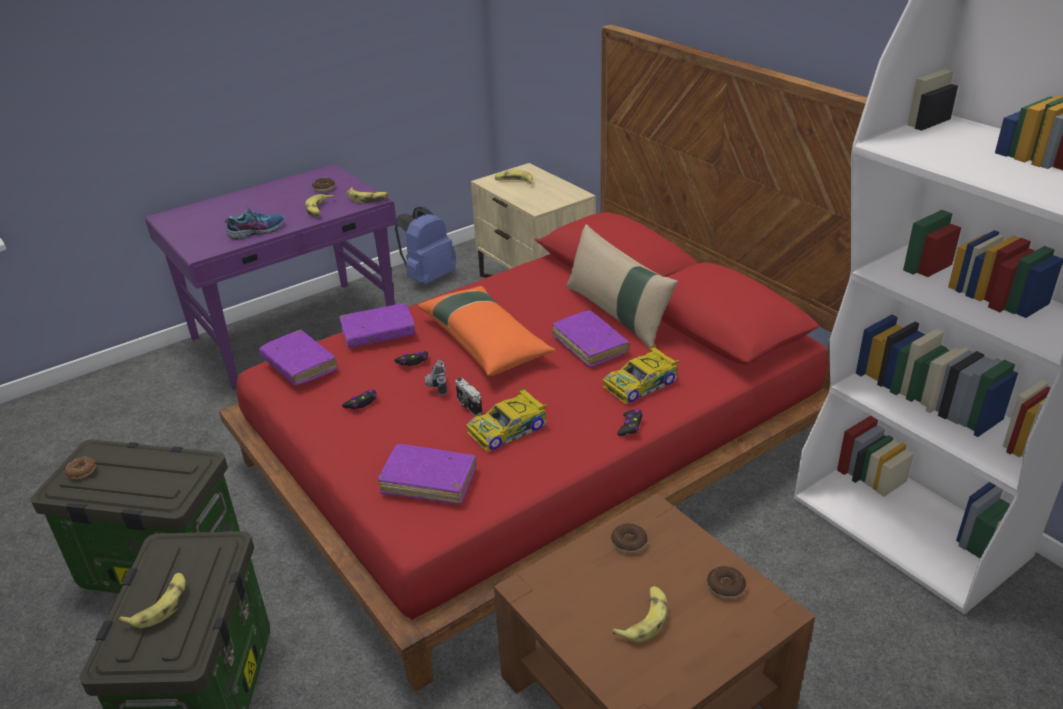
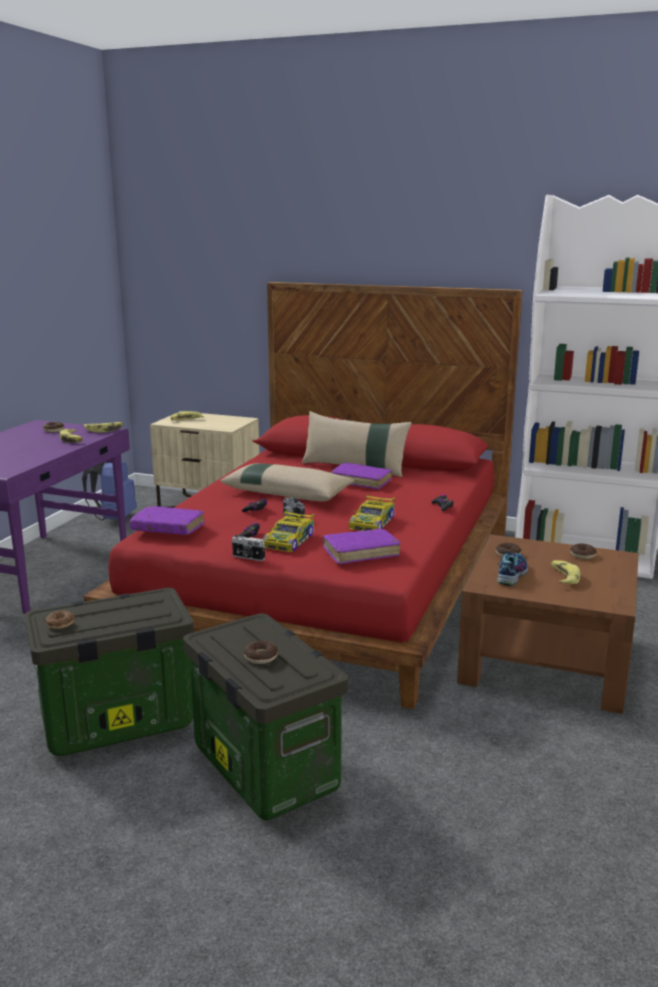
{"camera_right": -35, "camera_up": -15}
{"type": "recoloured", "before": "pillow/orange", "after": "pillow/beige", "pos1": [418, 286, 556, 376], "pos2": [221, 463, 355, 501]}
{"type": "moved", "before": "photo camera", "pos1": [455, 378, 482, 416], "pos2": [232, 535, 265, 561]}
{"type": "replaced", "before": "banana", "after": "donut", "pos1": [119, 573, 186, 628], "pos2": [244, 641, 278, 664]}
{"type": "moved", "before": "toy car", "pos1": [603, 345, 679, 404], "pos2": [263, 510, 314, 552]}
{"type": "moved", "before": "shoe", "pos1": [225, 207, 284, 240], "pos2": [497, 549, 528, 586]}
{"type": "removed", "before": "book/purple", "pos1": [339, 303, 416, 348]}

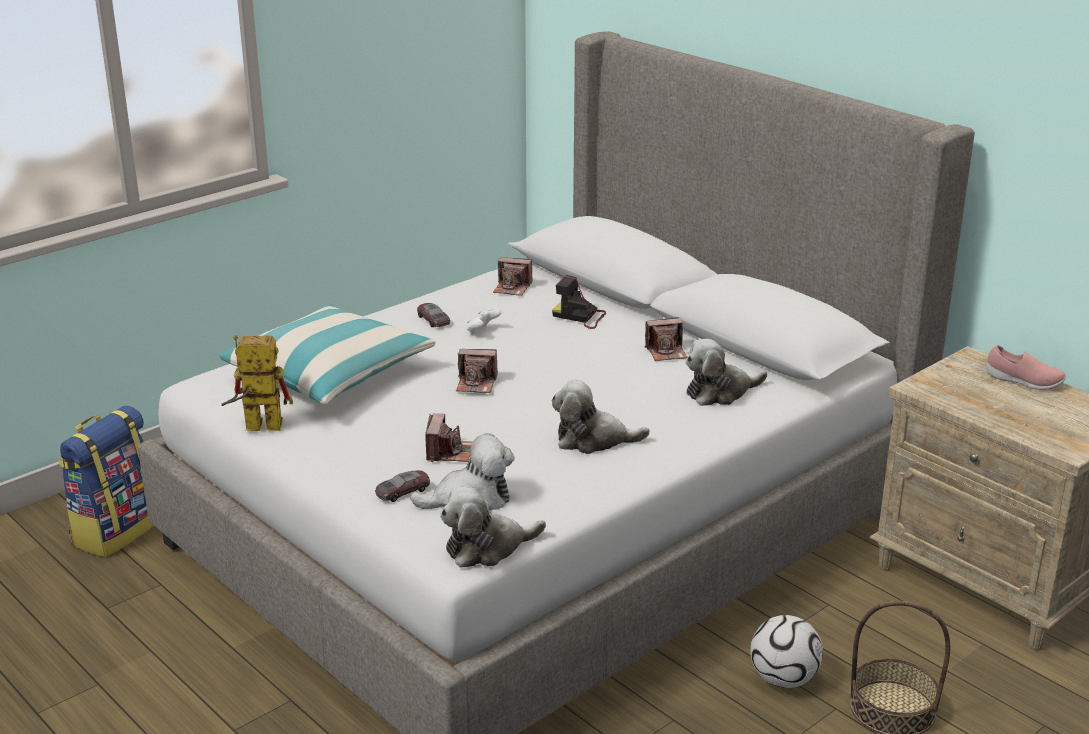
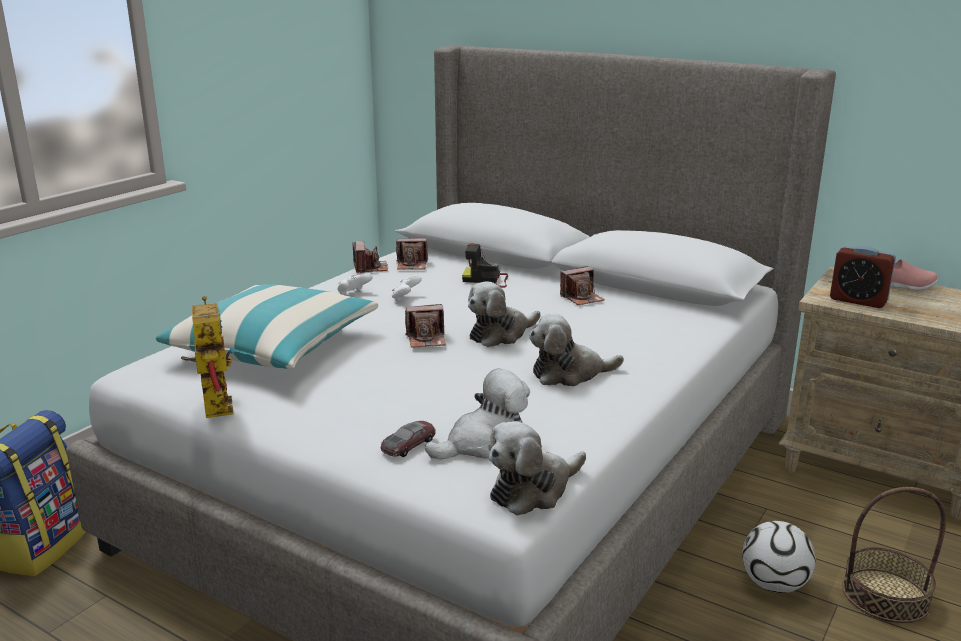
{"camera_right": -15, "camera_up": -5}
{"type": "turned", "before": "toy robot", "pos1": [221, 335, 293, 431], "pos2": [181, 296, 234, 418], "turn": 90}
{"type": "replaced", "before": "toy car", "after": "game controller/white", "pos1": [417, 303, 450, 327], "pos2": [337, 273, 373, 295]}
{"type": "moved", "before": "photo camera", "pos1": [425, 413, 473, 462], "pos2": [353, 241, 388, 273]}
{"type": "moved", "before": "plush toy", "pos1": [685, 339, 767, 406], "pos2": [468, 281, 541, 347]}
{"type": "added", "after": "alarm clock", "pos2": [830, 246, 896, 308]}

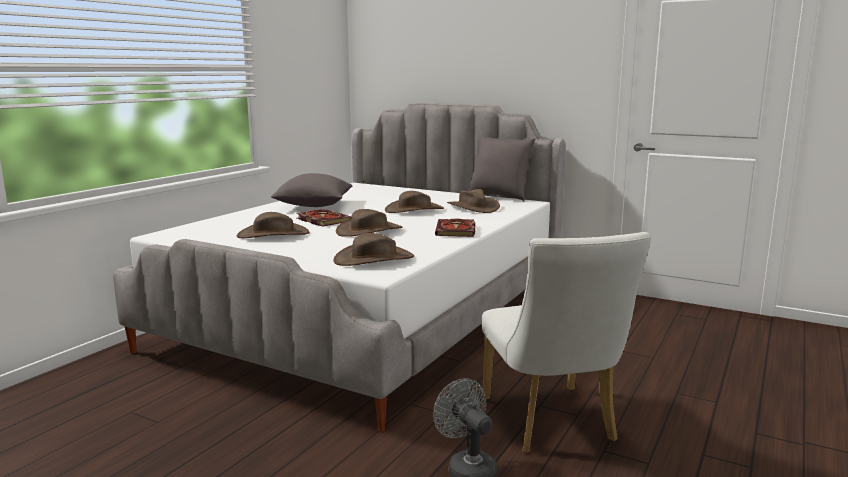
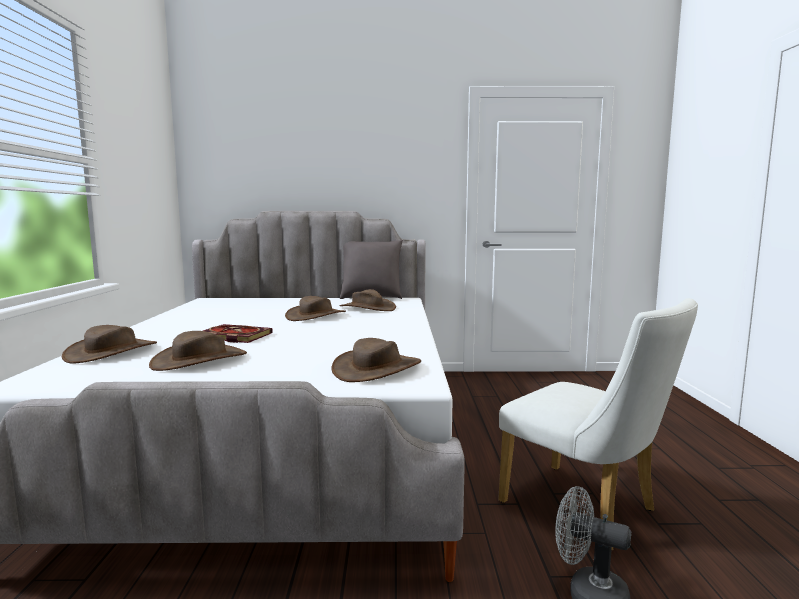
{"camera_right": -30, "camera_up": -5}
{"type": "moved", "before": "hat/brown", "pos1": [336, 209, 403, 237], "pos2": [62, 325, 157, 364]}
{"type": "removed", "before": "pillow/grey", "pos1": [271, 173, 352, 207]}
{"type": "removed", "before": "book", "pos1": [435, 219, 475, 237]}

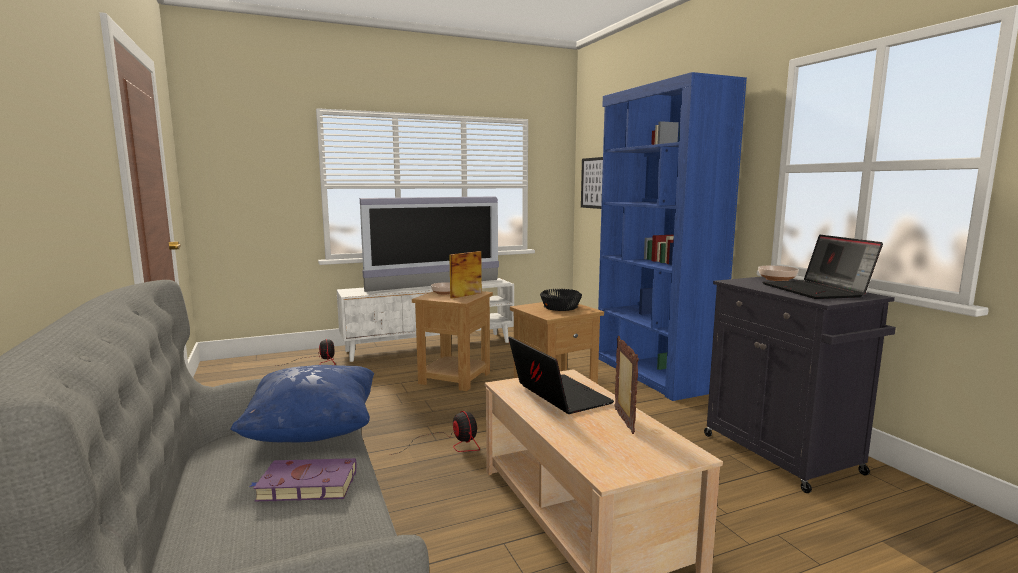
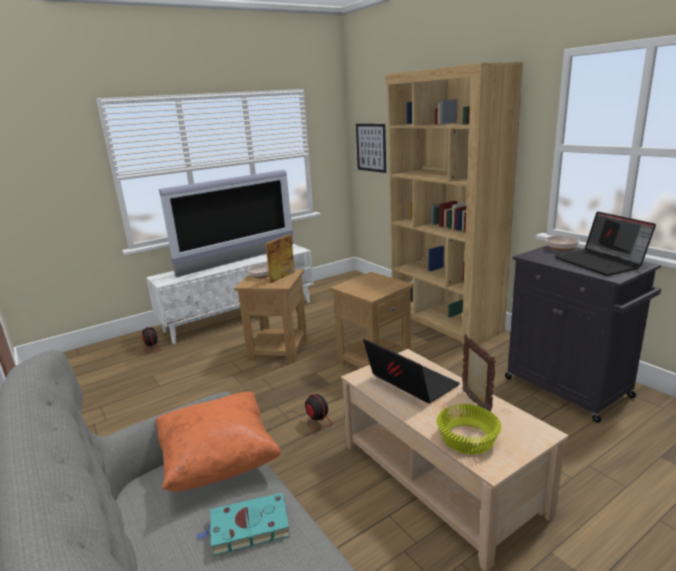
{"camera_right": -10, "camera_up": 10}
{"type": "recoloured", "before": "pillow/blue", "after": "pillow/orange", "pos1": [230, 365, 374, 443], "pos2": [155, 392, 282, 491]}
{"type": "recoloured", "before": "book/purple", "after": "book/turquoise", "pos1": [249, 458, 357, 502], "pos2": [197, 493, 290, 556]}
{"type": "recoloured", "before": "bookcase/blue", "after": "bookcase/brown", "pos1": [598, 72, 747, 401], "pos2": [386, 62, 523, 344]}
{"type": "added", "after": "bowl/yellow", "pos2": [437, 404, 501, 454]}
{"type": "removed", "before": "bowl/black", "pos1": [540, 289, 582, 311]}

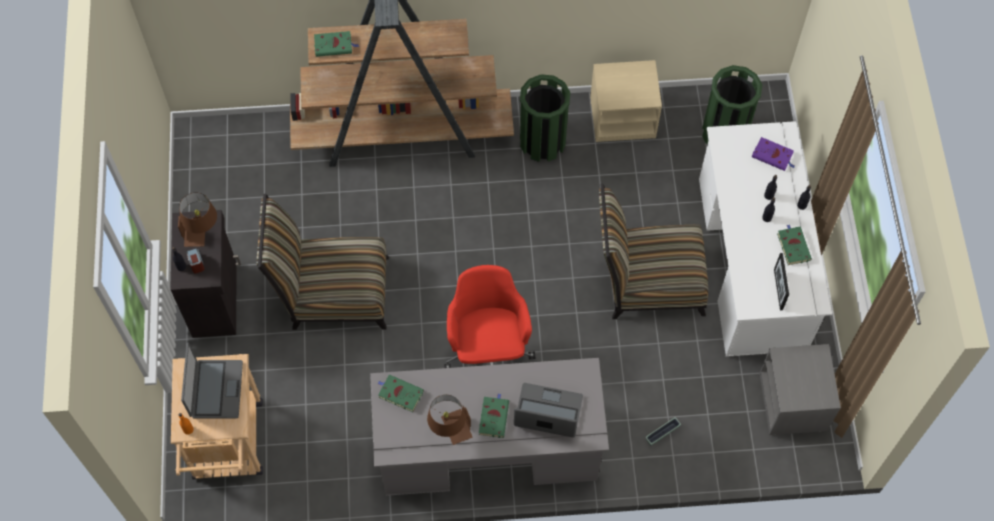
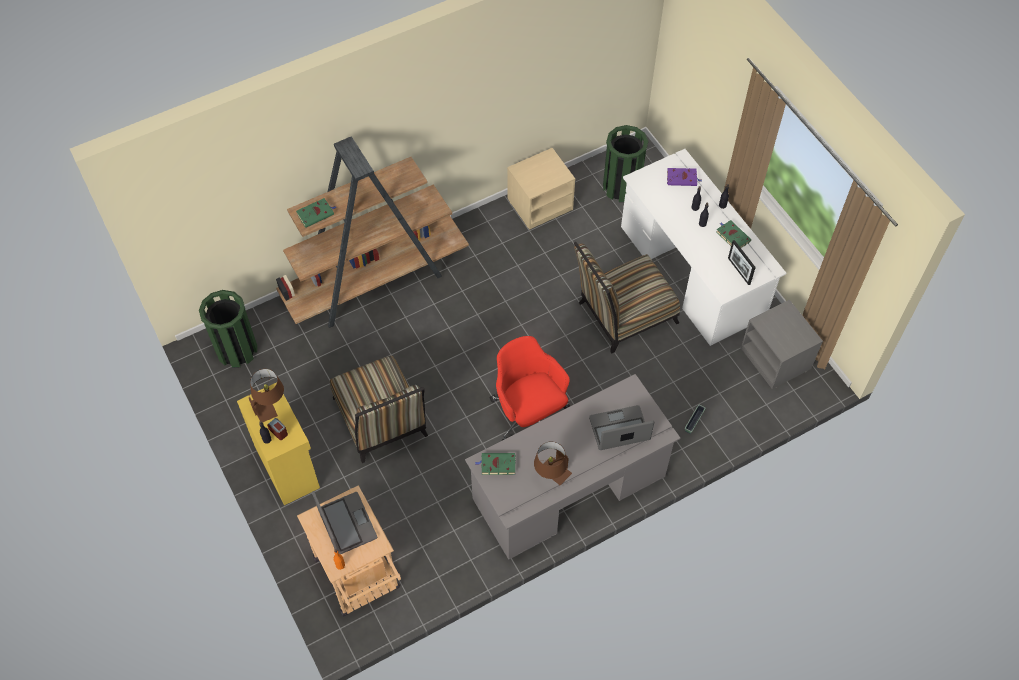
{"camera_right": -25, "camera_up": -5}
{"type": "moved", "before": "trash can/green", "pos1": [520, 74, 570, 162], "pos2": [199, 290, 257, 368]}
{"type": "recoloured", "before": "cabinet/black", "after": "cabinet/yellow", "pos1": [170, 210, 241, 338], "pos2": [237, 382, 320, 505]}
{"type": "turned", "before": "chair", "pos1": [257, 194, 389, 330], "pos2": [330, 356, 428, 463], "turn": -90}
{"type": "removed", "before": "book/green", "pos1": [479, 394, 509, 438]}

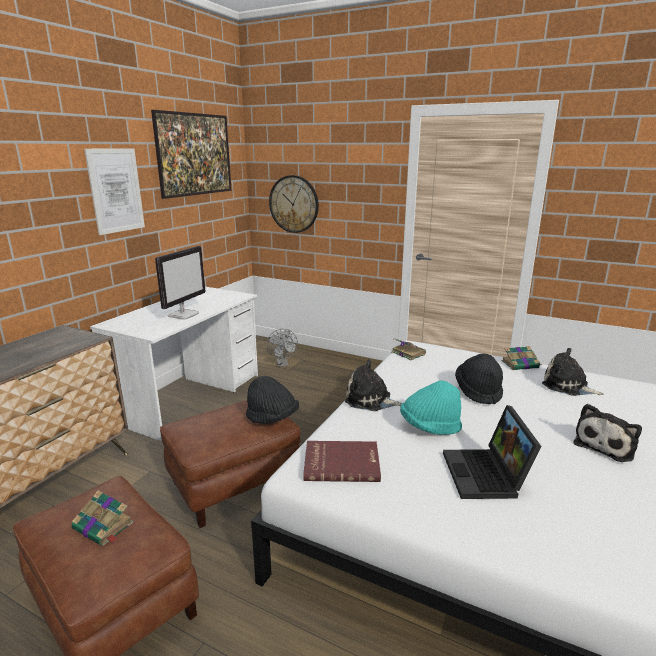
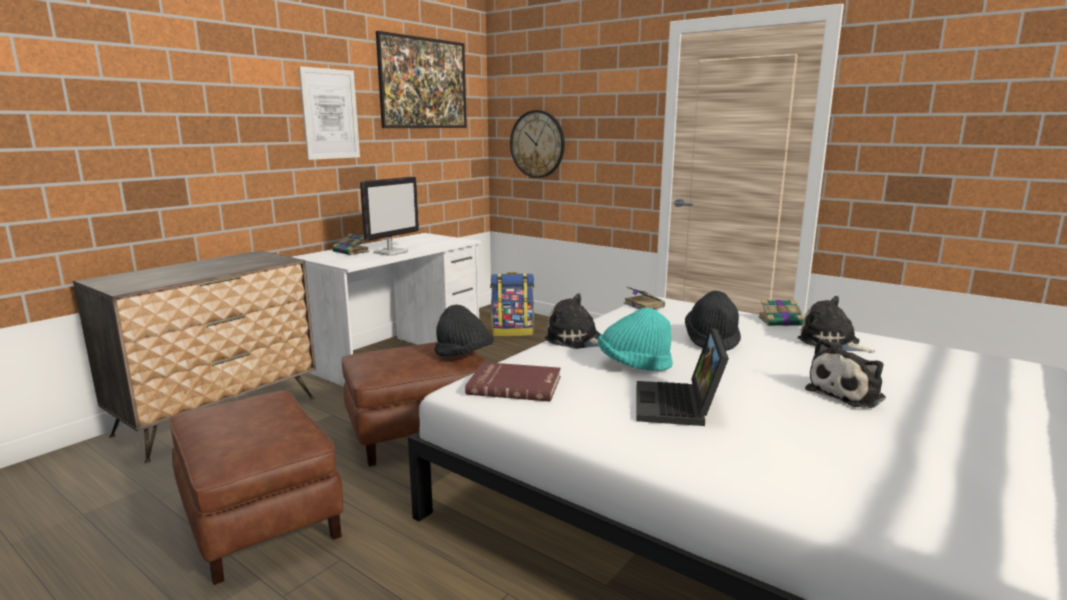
{"camera_right": 10, "camera_up": -5}
{"type": "moved", "before": "book", "pos1": [71, 490, 134, 546], "pos2": [332, 234, 370, 255]}
{"type": "replaced", "before": "fan/grey", "after": "backpack", "pos1": [267, 329, 298, 367], "pos2": [490, 272, 534, 336]}

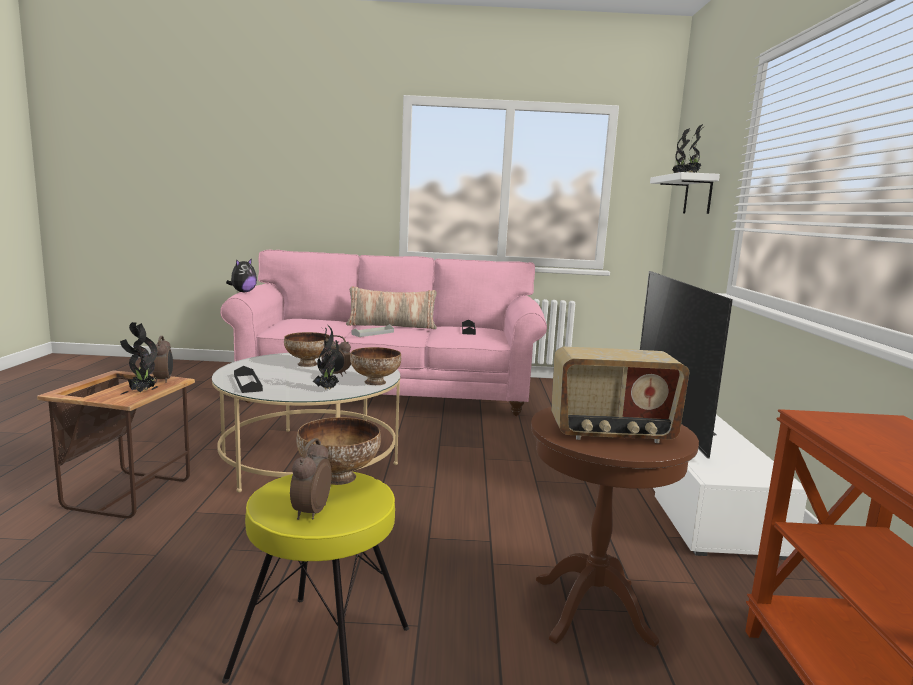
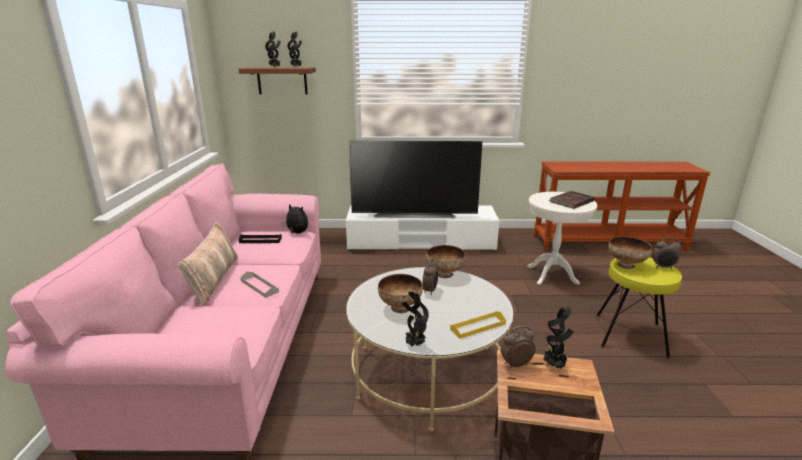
{"camera_right": -90, "camera_up": 10}
{"type": "recoloured", "before": "shelf/white", "after": "shelf/brown", "pos1": [650, 172, 720, 214], "pos2": [238, 67, 316, 94]}
{"type": "moved", "before": "plush toy", "pos1": [226, 258, 257, 293], "pos2": [282, 204, 308, 233]}
{"type": "moved", "before": "potted plant", "pos1": [313, 325, 339, 390], "pos2": [402, 292, 429, 347]}
{"type": "recoloured", "before": "tray/black", "after": "tray/yellow", "pos1": [234, 366, 263, 393], "pos2": [450, 311, 506, 339]}
{"type": "recoloured", "before": "side table/brown", "after": "side table/white", "pos1": [531, 407, 699, 647], "pos2": [527, 192, 597, 285]}
{"type": "replaced", "before": "radio", "after": "book/brown", "pos1": [551, 347, 689, 443], "pos2": [548, 191, 594, 209]}

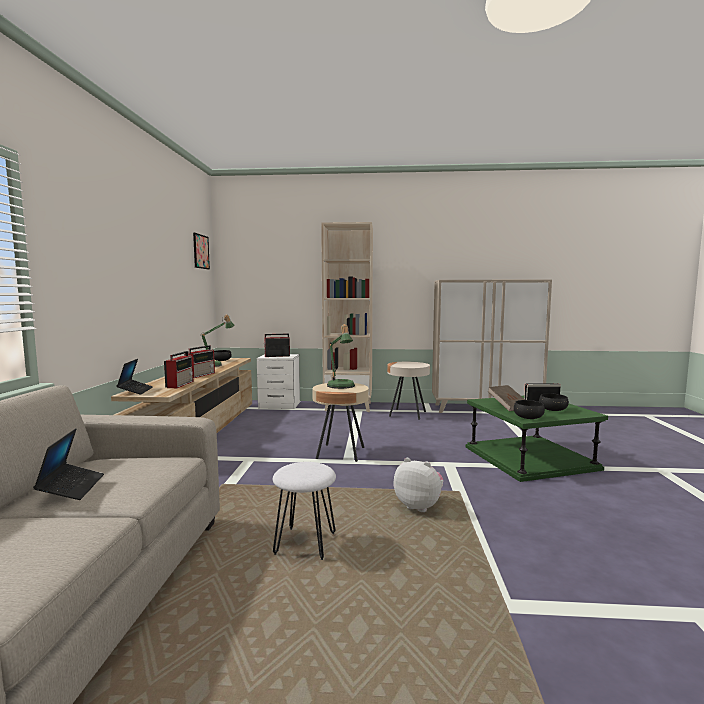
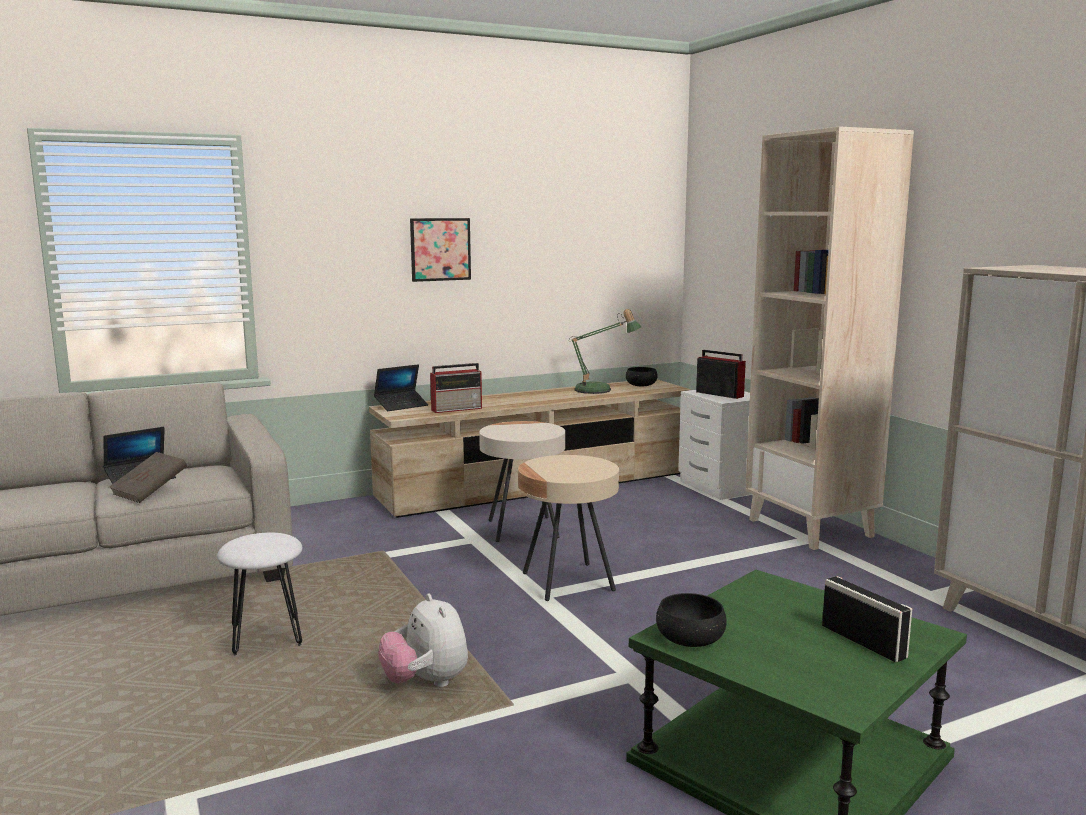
{"camera_right": 60, "camera_up": 5}
{"type": "moved", "before": "book/brown", "pos1": [488, 385, 525, 411], "pos2": [109, 452, 187, 503]}
{"type": "turned", "before": "plush toy", "pos1": [394, 458, 443, 512], "pos2": [379, 594, 468, 687], "turn": 150}
{"type": "moved", "before": "picture", "pos1": [193, 233, 210, 269], "pos2": [410, 218, 471, 282]}
{"type": "moved", "before": "side table/beige", "pos1": [387, 362, 430, 420], "pos2": [479, 421, 565, 542]}
{"type": "removed", "before": "radio", "pos1": [184, 345, 215, 378]}
{"type": "removed", "before": "table lamp", "pos1": [327, 324, 355, 389]}
{"type": "removed", "before": "bowl/black", "pos1": [539, 393, 569, 411]}

